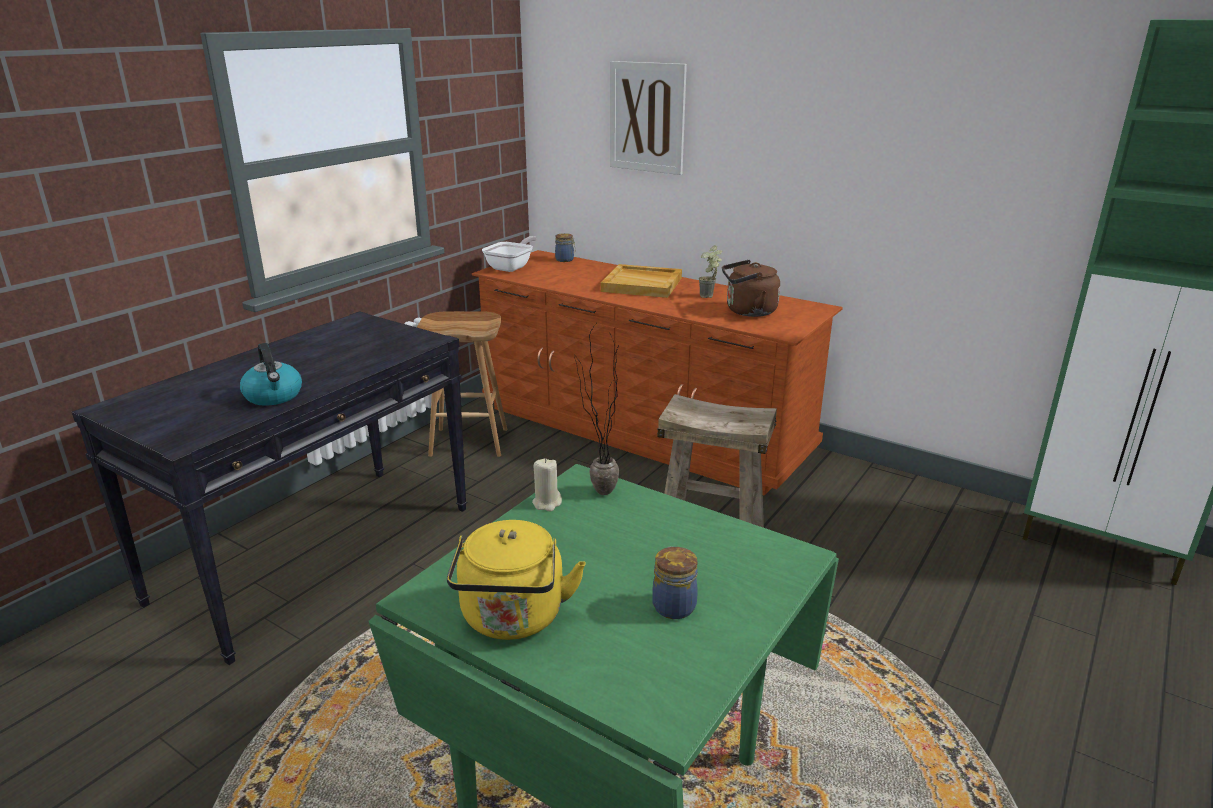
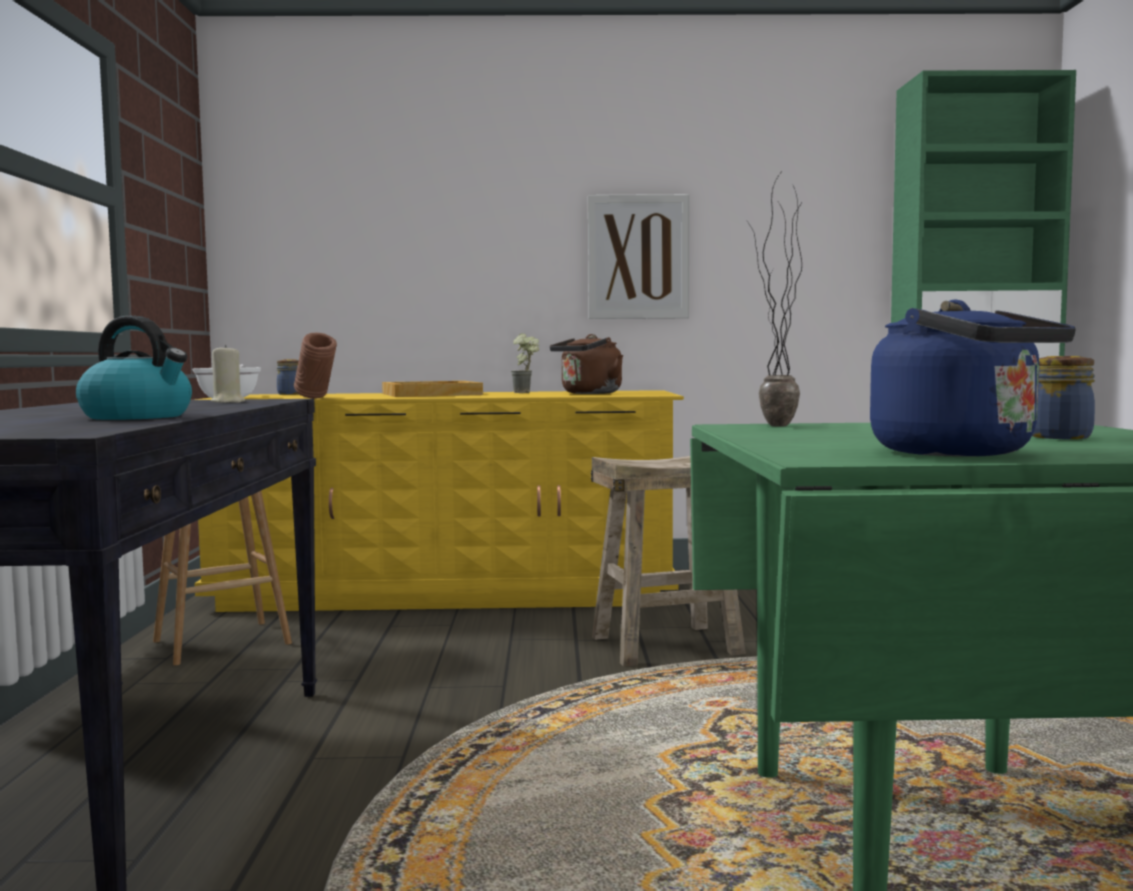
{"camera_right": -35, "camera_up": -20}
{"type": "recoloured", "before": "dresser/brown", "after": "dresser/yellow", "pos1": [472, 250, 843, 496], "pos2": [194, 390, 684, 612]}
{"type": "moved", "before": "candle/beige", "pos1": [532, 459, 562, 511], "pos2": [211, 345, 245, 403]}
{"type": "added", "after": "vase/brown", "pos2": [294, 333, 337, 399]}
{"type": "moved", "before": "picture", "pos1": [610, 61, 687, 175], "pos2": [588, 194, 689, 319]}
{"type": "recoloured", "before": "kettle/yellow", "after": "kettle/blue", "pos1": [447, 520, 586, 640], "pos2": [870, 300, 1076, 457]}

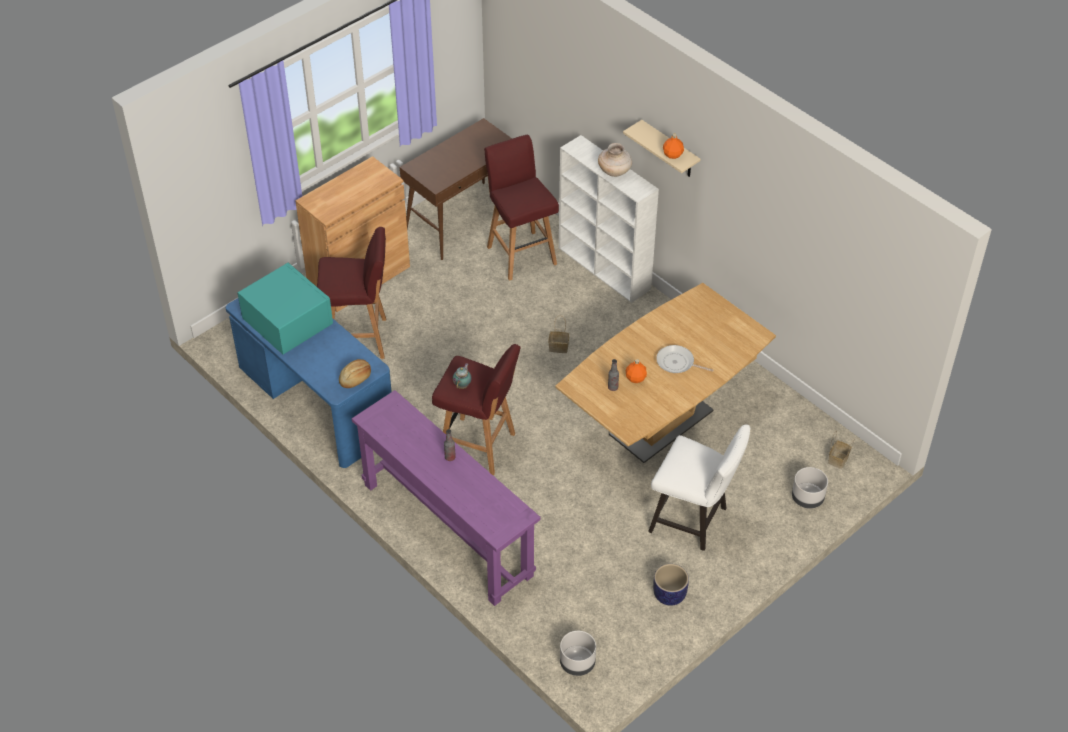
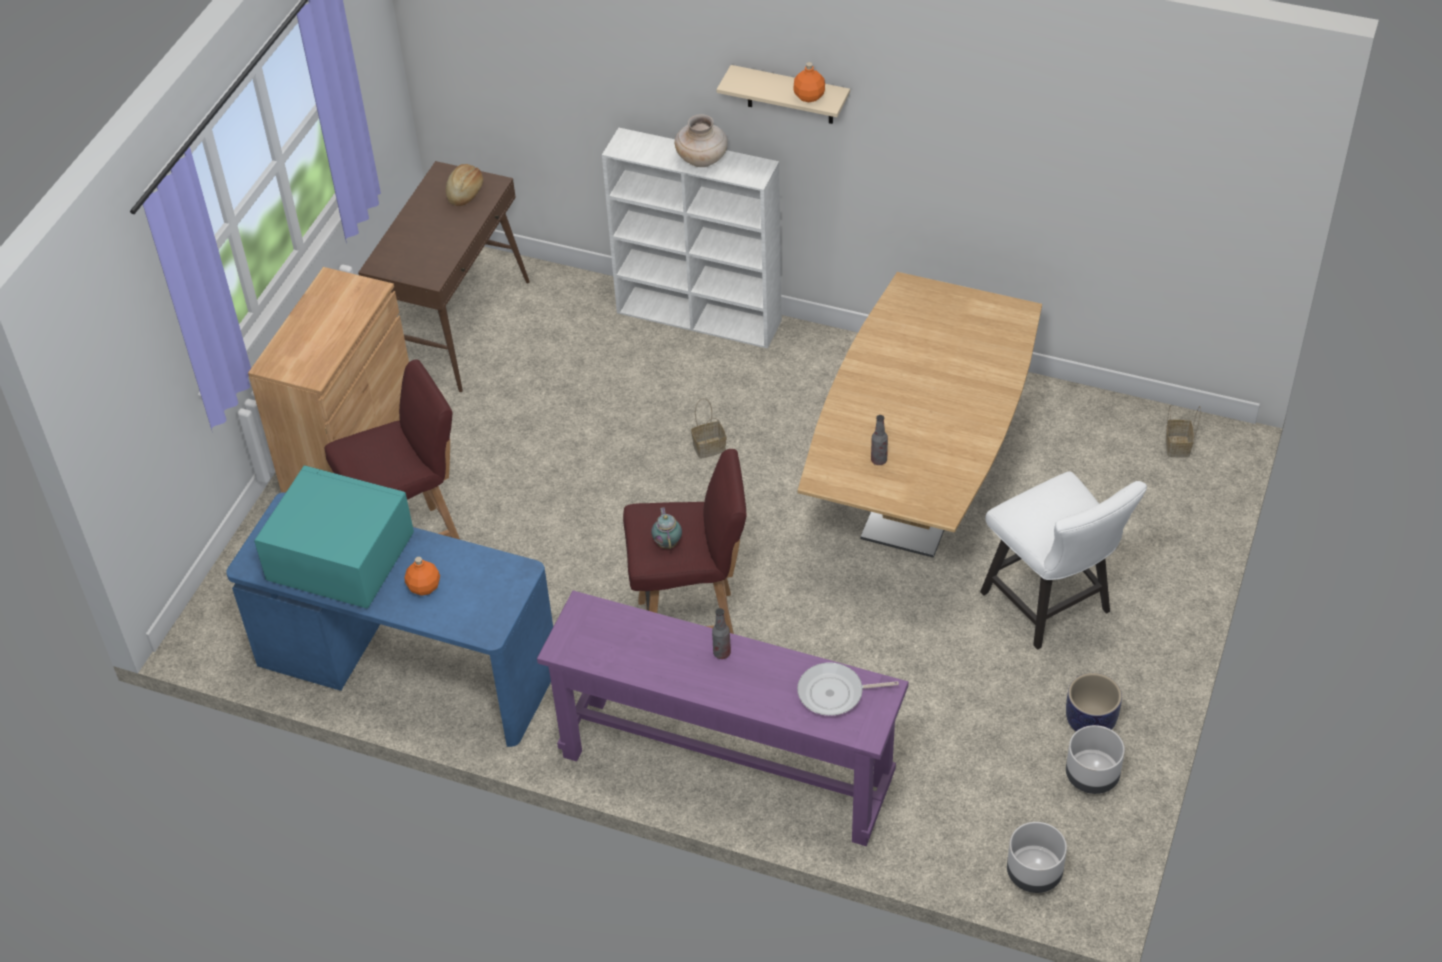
{"camera_right": -25, "camera_up": 0}
{"type": "moved", "before": "bottle/orange", "pos1": [626, 359, 647, 383], "pos2": [405, 557, 440, 596]}
{"type": "moved", "before": "bread", "pos1": [339, 359, 371, 388], "pos2": [446, 164, 483, 206]}
{"type": "moved", "before": "frying pan", "pos1": [656, 345, 713, 373], "pos2": [797, 663, 899, 716]}
{"type": "turned", "before": "chair/white", "pos1": [648, 425, 750, 551], "pos2": [980, 471, 1147, 650], "turn": 60}
{"type": "moved", "before": "planter/grey", "pos1": [792, 467, 828, 509], "pos2": [1066, 725, 1125, 794]}
{"type": "removed", "before": "stool/red", "pos1": [484, 135, 559, 281]}

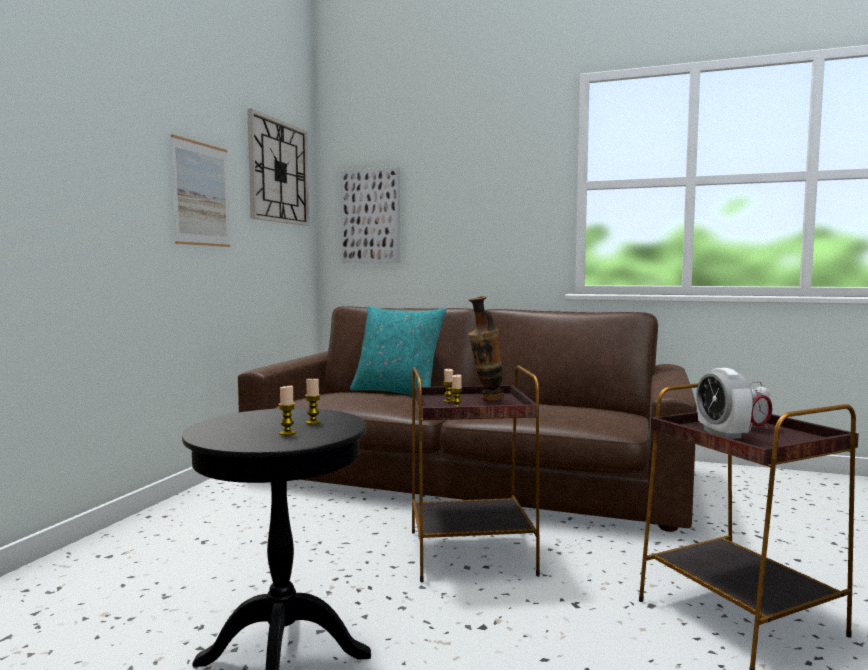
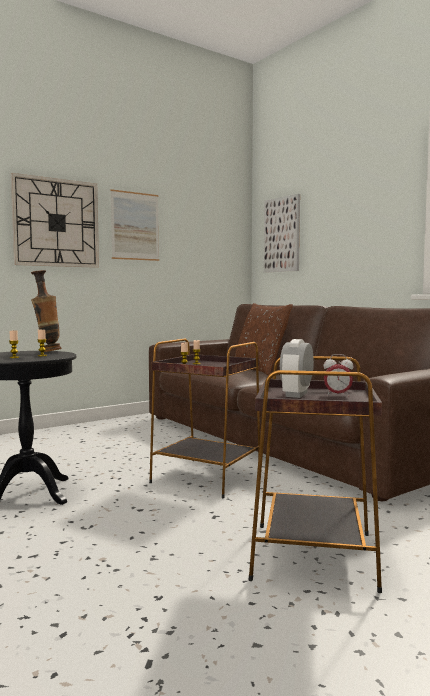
{"camera_right": 35, "camera_up": 0}
{"type": "moved", "before": "wall clock", "pos1": [247, 109, 309, 226], "pos2": [11, 173, 99, 268]}
{"type": "moved", "before": "vase", "pos1": [468, 296, 504, 401], "pos2": [31, 270, 61, 352]}
{"type": "recoloured", "before": "pillow/turquoise", "after": "pillow/brown", "pos1": [350, 306, 447, 395], "pos2": [235, 303, 293, 375]}

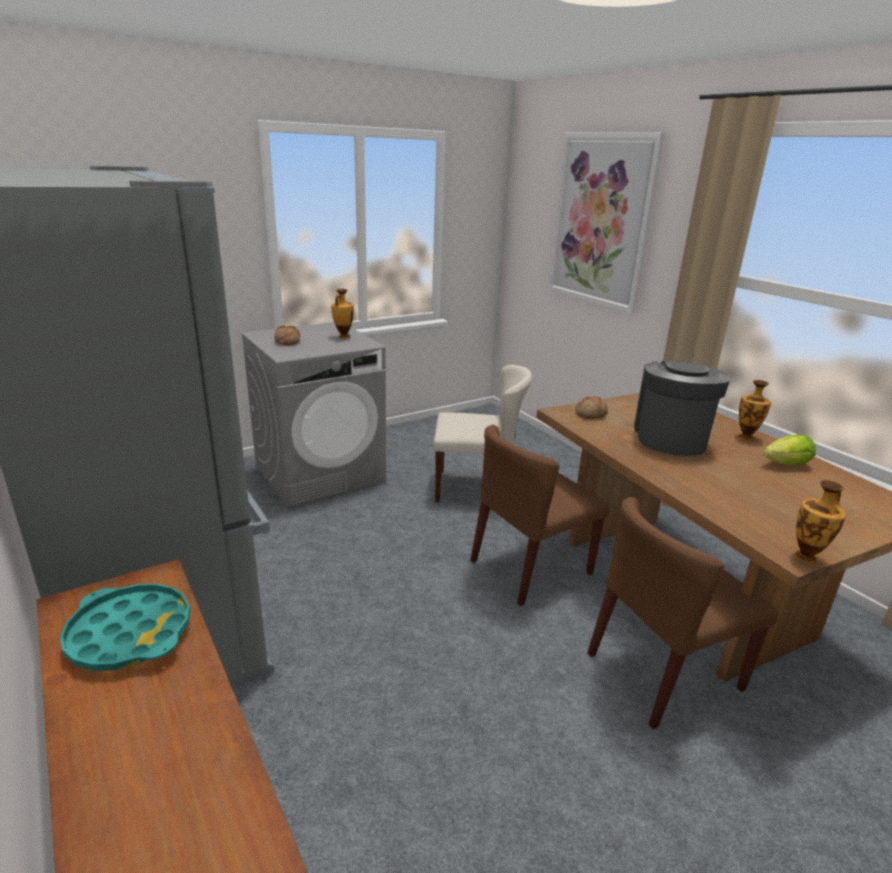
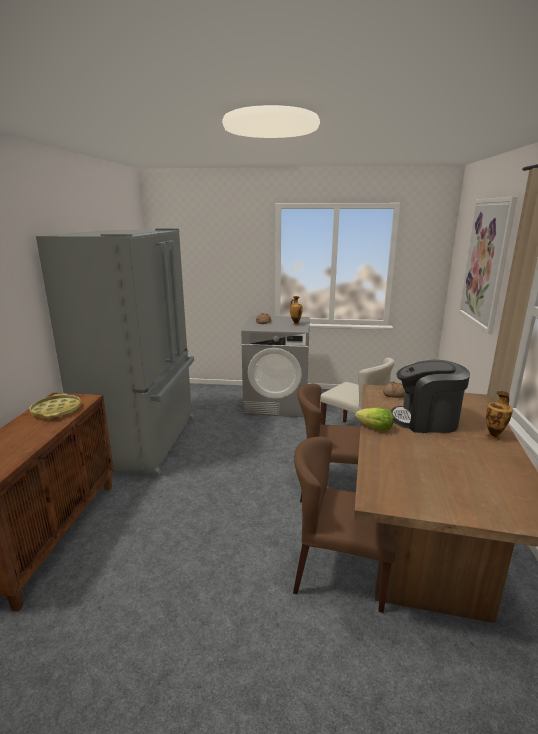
{"camera_right": 40, "camera_up": -5}
{"type": "recoloured", "before": "tray/turquoise", "after": "tray/yellow", "pos1": [60, 584, 191, 671], "pos2": [29, 393, 81, 418]}
{"type": "moved", "before": "lettuce", "pos1": [763, 435, 816, 465], "pos2": [355, 407, 394, 431]}
{"type": "turned", "before": "coffee machine", "pos1": [634, 361, 731, 456], "pos2": [391, 360, 470, 433], "turn": -135}
{"type": "removed", "before": "vase", "pos1": [794, 480, 846, 564]}

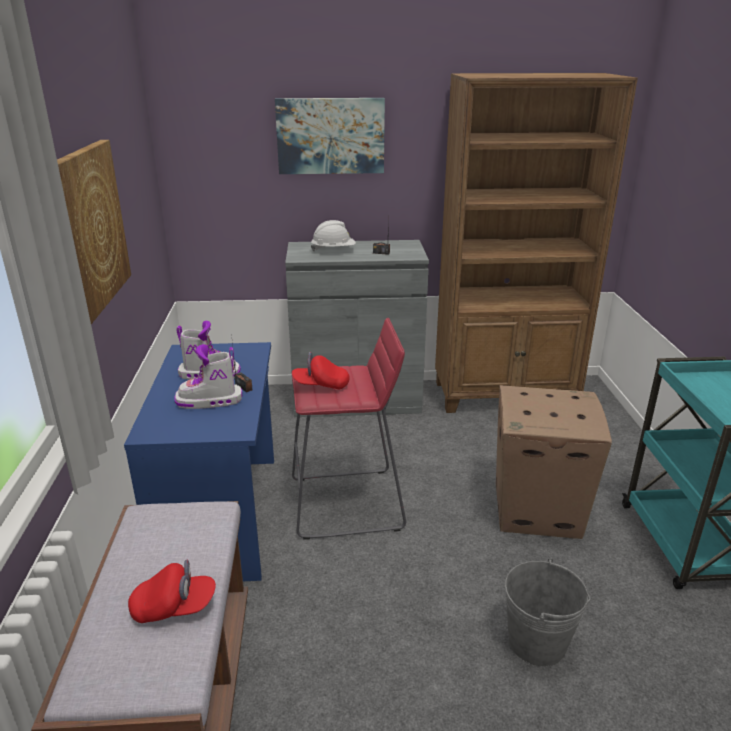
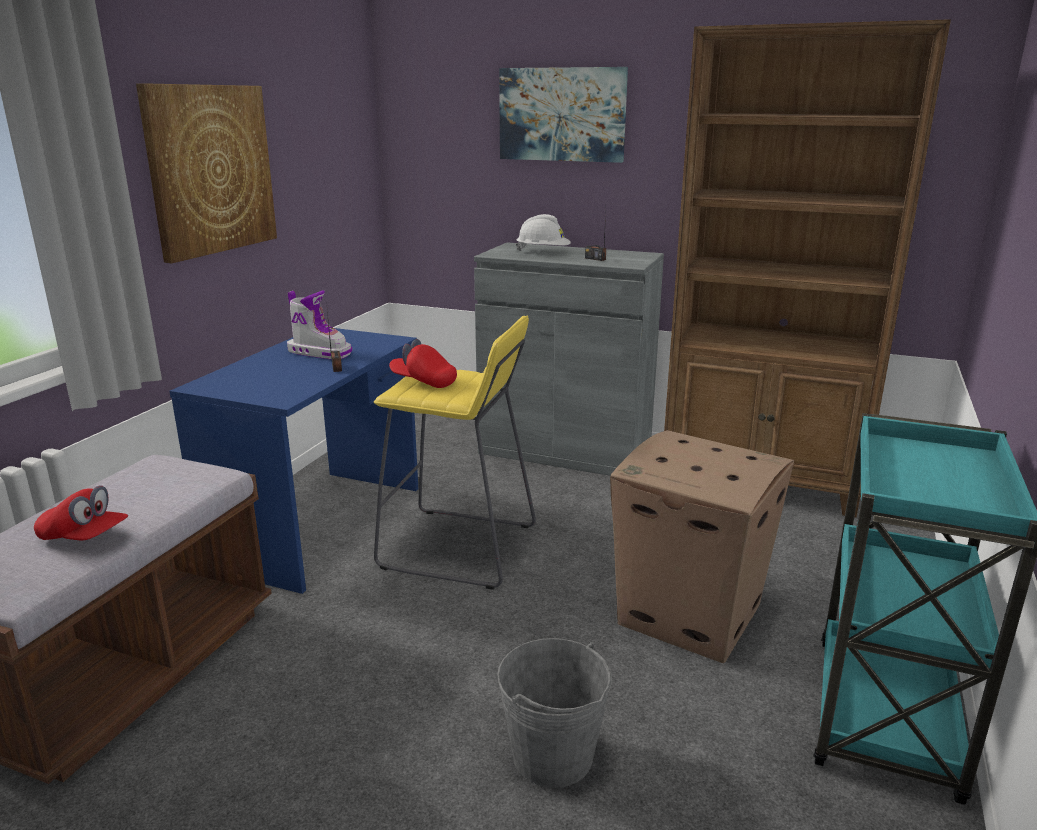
{"camera_right": 25, "camera_up": -5}
{"type": "recoloured", "before": "stool/red", "after": "stool/yellow", "pos1": [292, 318, 406, 540], "pos2": [374, 316, 536, 590]}
{"type": "removed", "before": "boot", "pos1": [174, 344, 242, 409]}

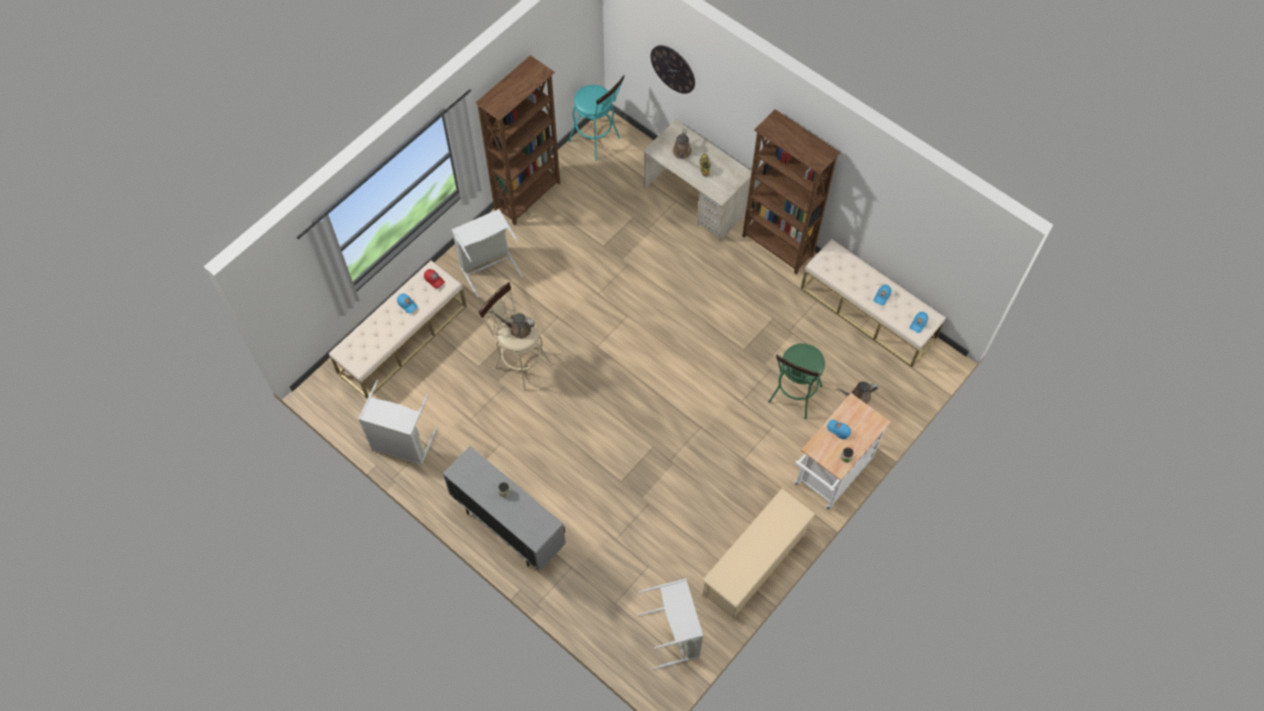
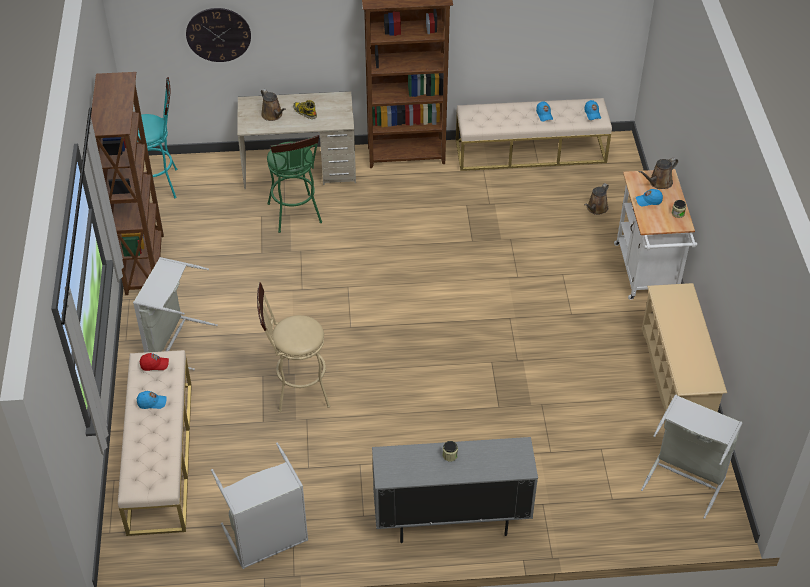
{"camera_right": -45, "camera_up": -15}
{"type": "moved", "before": "stool/green", "pos1": [768, 343, 825, 419], "pos2": [267, 135, 322, 233]}
{"type": "moved", "before": "watering can/brown", "pos1": [490, 310, 535, 339], "pos2": [638, 157, 678, 189]}

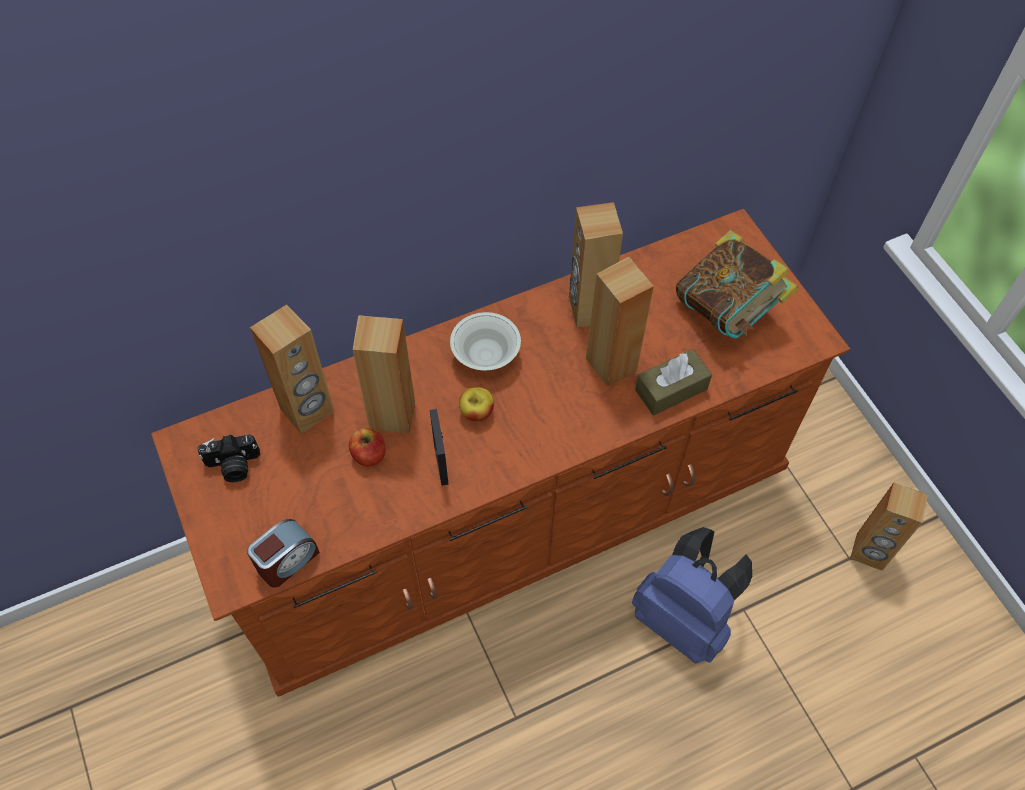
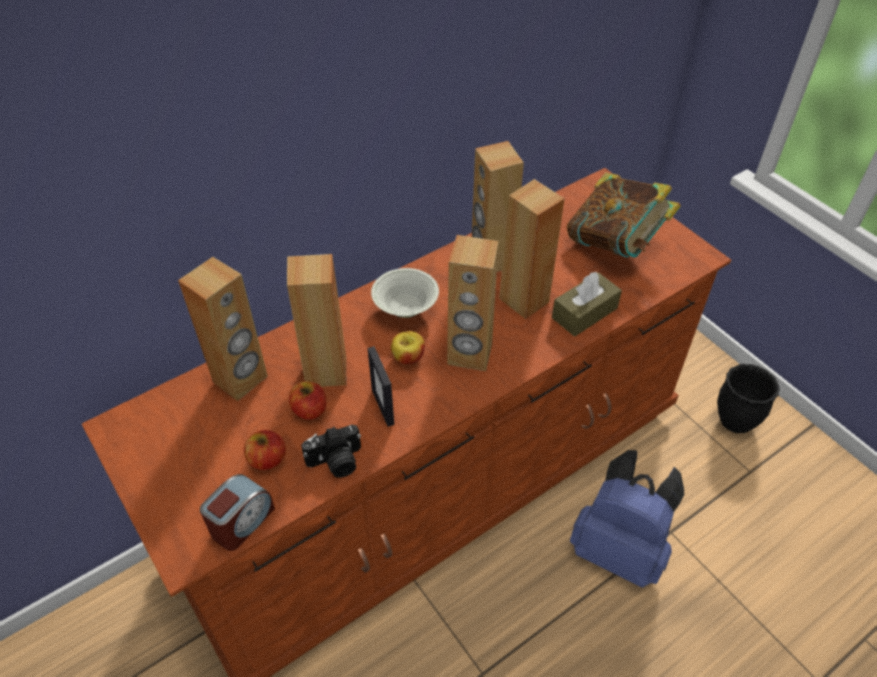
{"camera_right": -10, "camera_up": -10}
{"type": "added", "after": "apple", "pos2": [244, 430, 286, 470]}
{"type": "moved", "before": "photo camera", "pos1": [198, 435, 260, 482], "pos2": [301, 425, 361, 478]}
{"type": "moved", "before": "speaker/brown", "pos1": [850, 482, 928, 571], "pos2": [447, 235, 499, 371]}
{"type": "added", "after": "planter/black", "pos2": [717, 364, 780, 433]}

